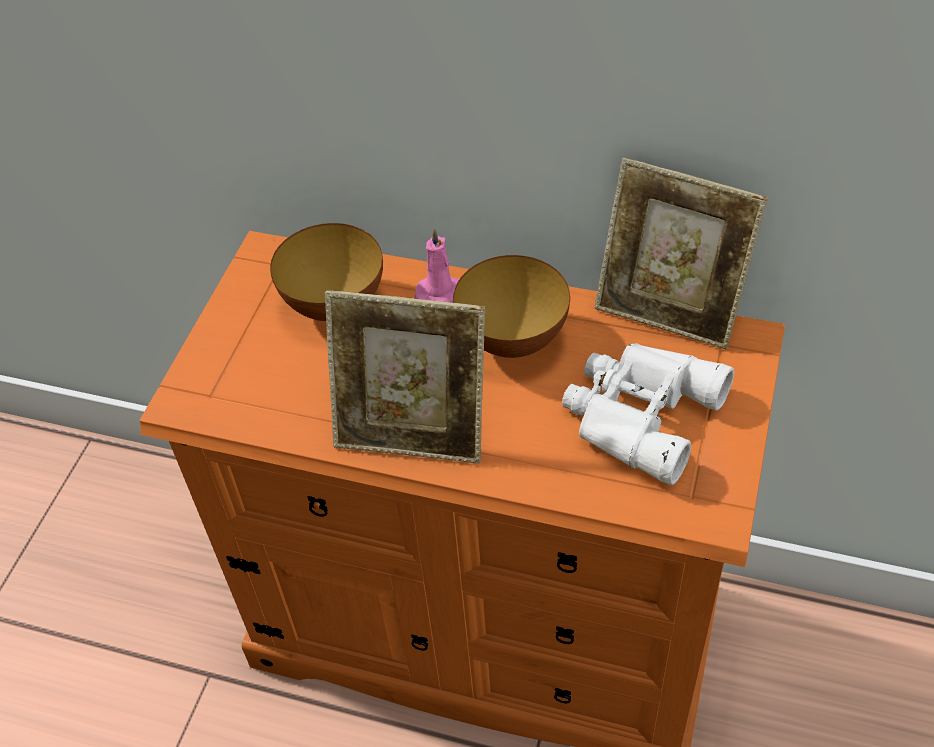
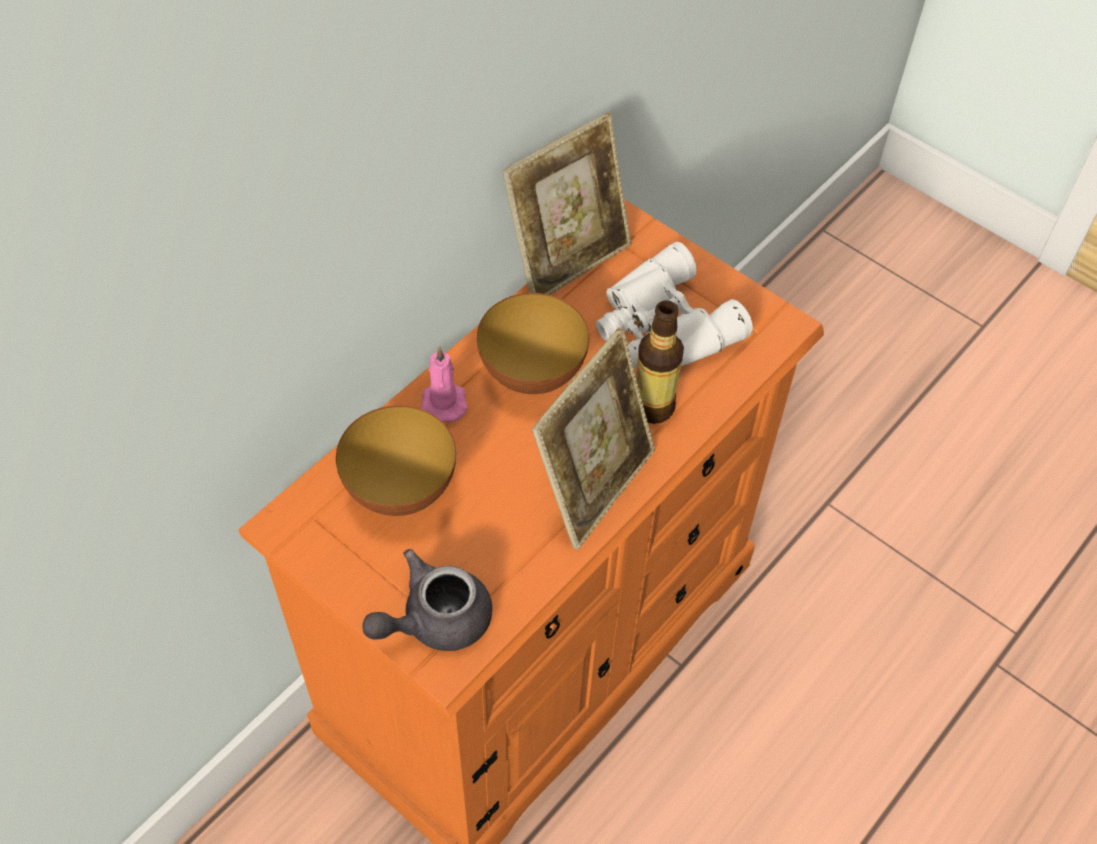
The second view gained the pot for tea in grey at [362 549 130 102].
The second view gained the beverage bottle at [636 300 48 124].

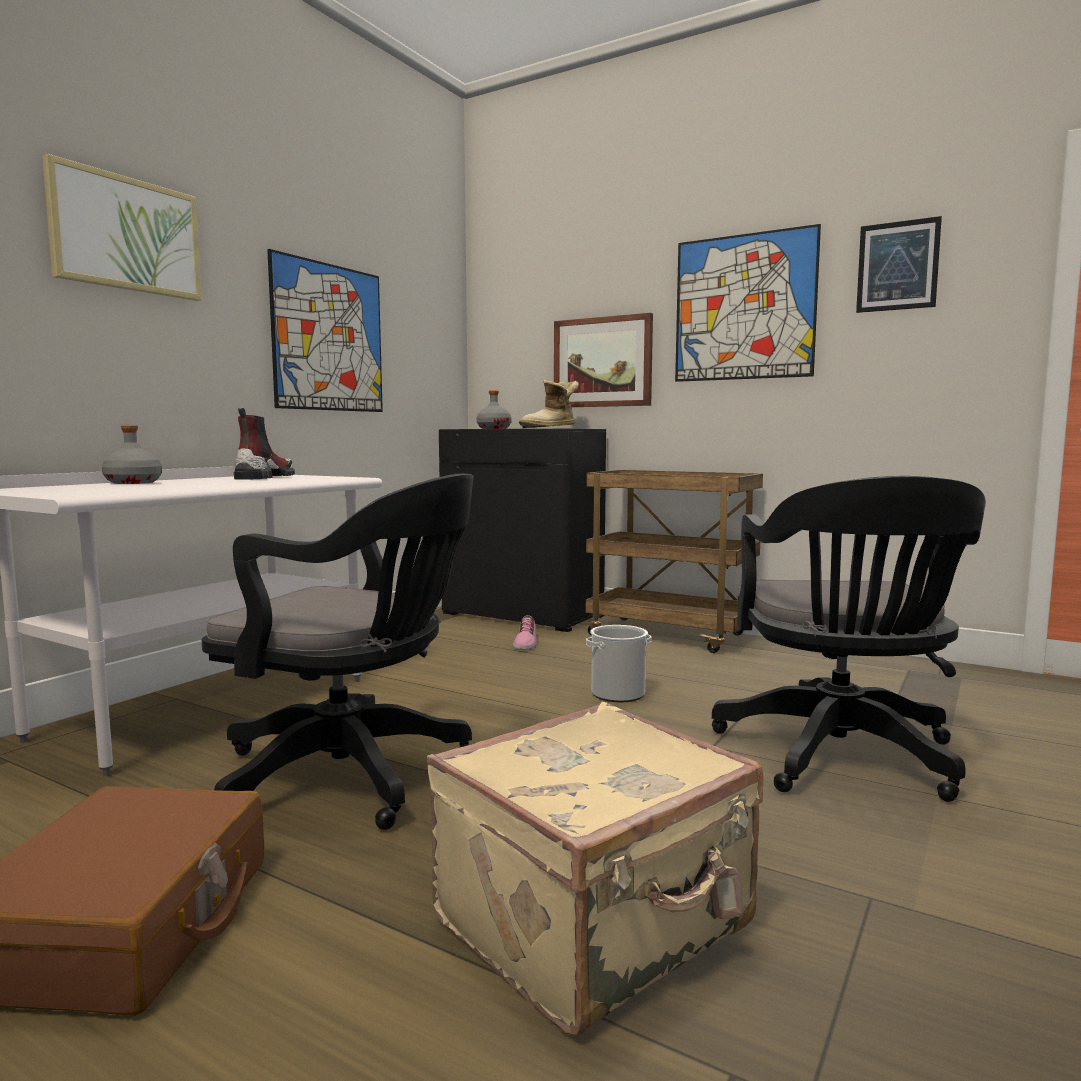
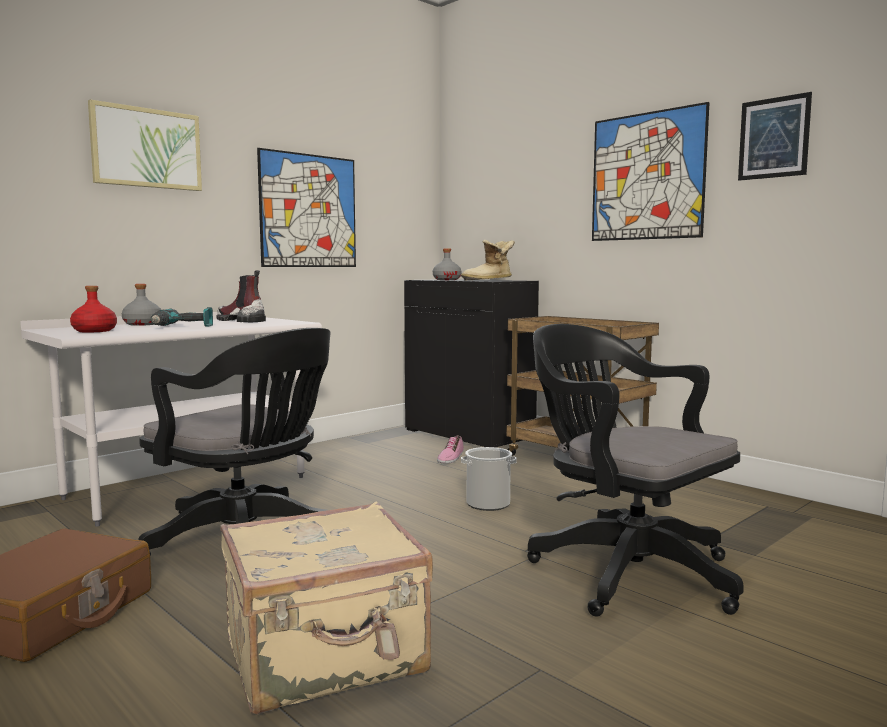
The second view gained the beverage bottle in red at [70 286 47 47].
The second view gained the electric drill at [150 307 63 19].
The boot at [234 408 61 72] ended up facing another way, 90 degrees counterclockwise from before.
The computer chair in black at [712 476 274 326] ended up facing another way, 120 degrees clockwise from before.
The second view lost the wall picture at [554 313 99 94].

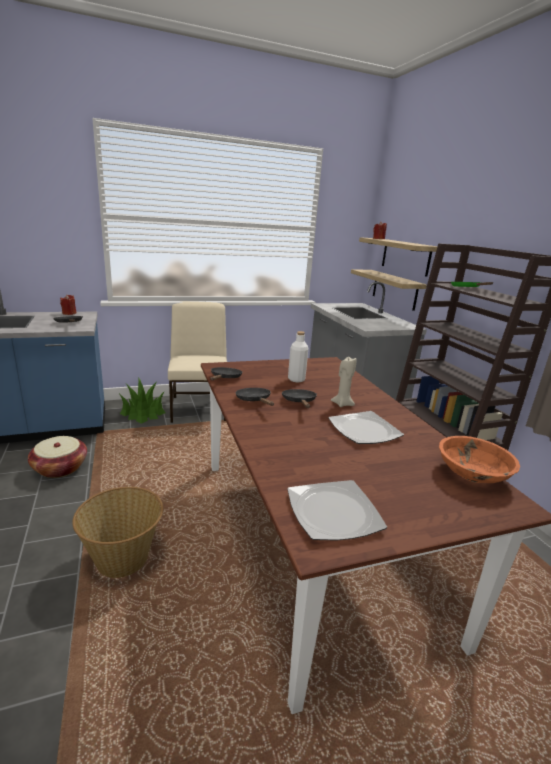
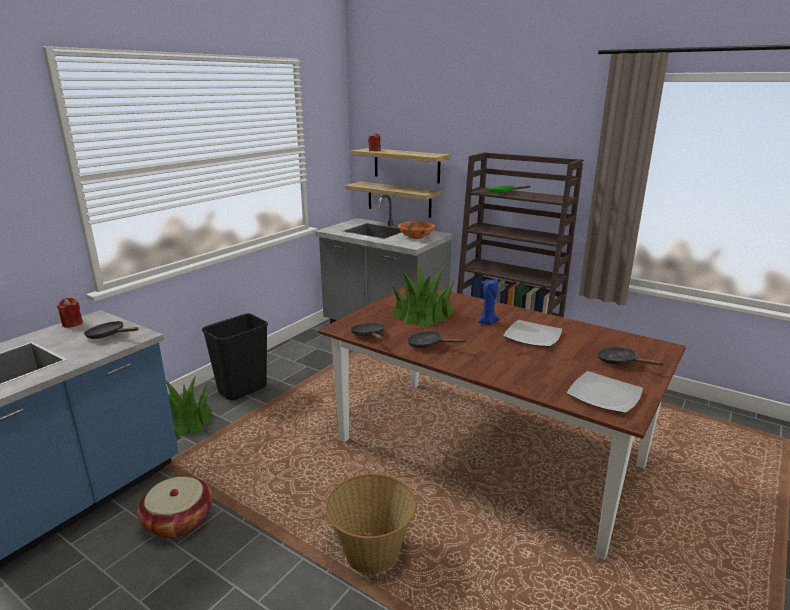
Where the upright chair in beige-coloured stood at [168 301 59 122], the rubbish bin in black came to stand at [202 314 66 87].
Where the beverage bottle in whitish stood at [288 331 20 51], the houseplant came to stand at [391 263 64 65].
The bowl in orange-coloured ended up elsewhere, having gone from [439 436 81 47] to [398 221 37 18].
What was the candle in beige-coloured at [331 357 26 50] turned into the candle in blue-coloured at [478 279 21 46].
The pan in black ended up elsewhere, having gone from [282 389 35 19] to [597 347 67 18].

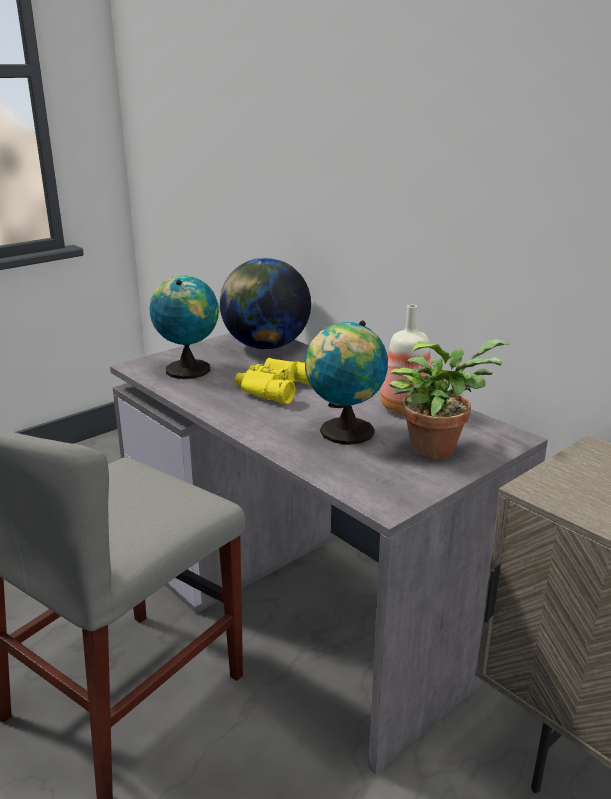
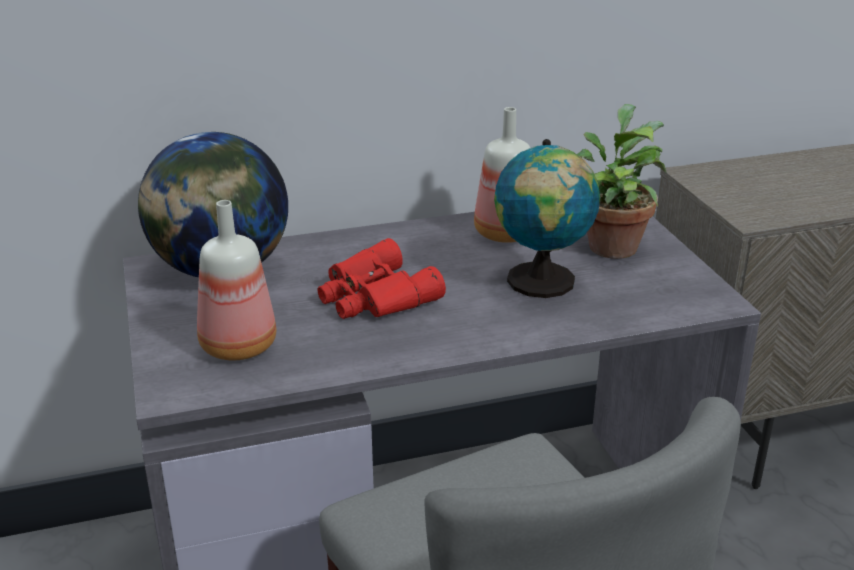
Where the globe stood at [149 276 70 103], the beverage bottle came to stand at [197 200 79 160].
What was the pair of binoculars in yellowish at [235 358 75 46] turned into the pair of binoculars in red at [317 238 129 81].

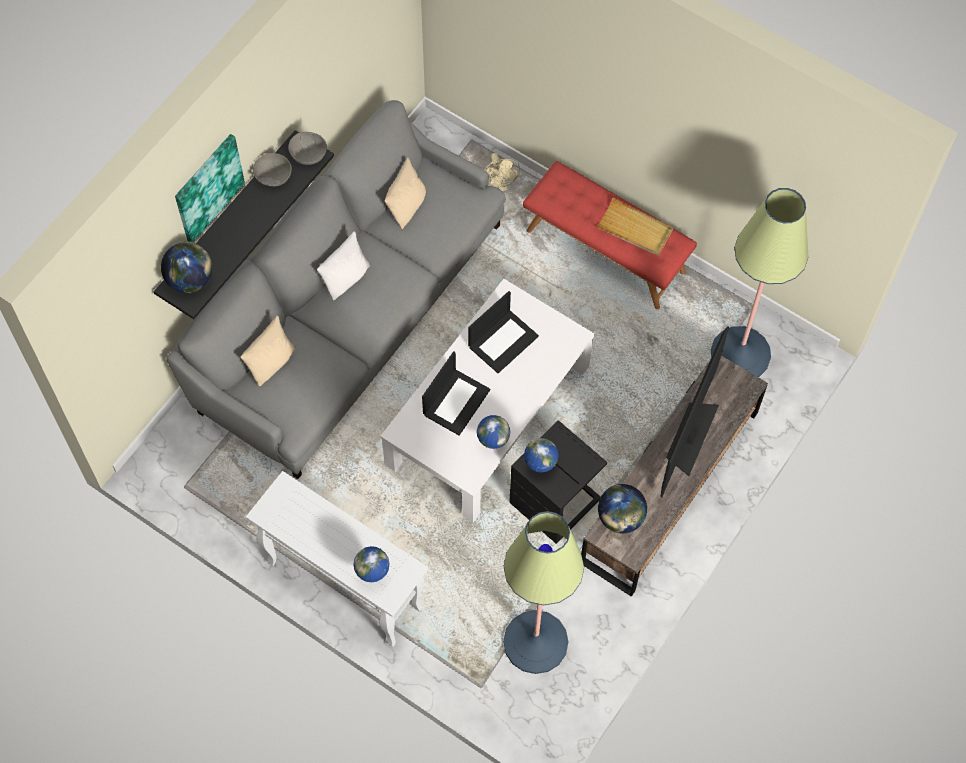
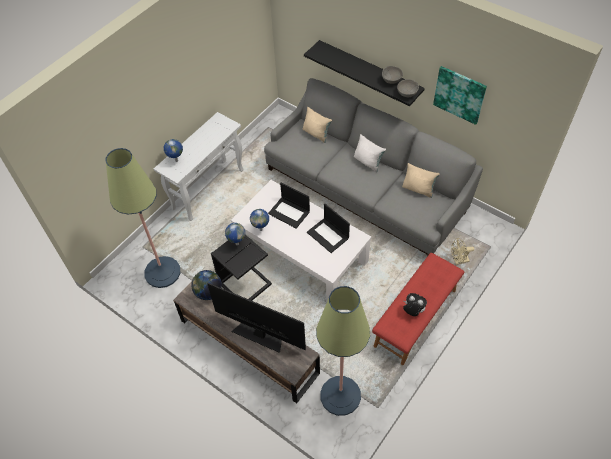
Where the tray in beige-coloured stood at [597 198 76 57], the cuddly toy came to stand at [403 293 24 23].
The wall picture ended up elsewhere, having gone from [175 134 70 108] to [433 66 54 59].
The second view lost the globe at [161 242 52 51].

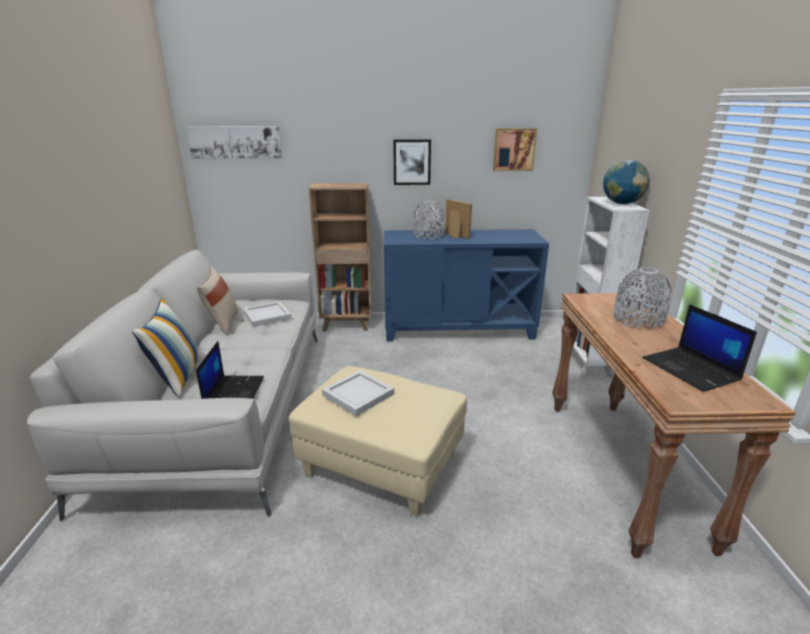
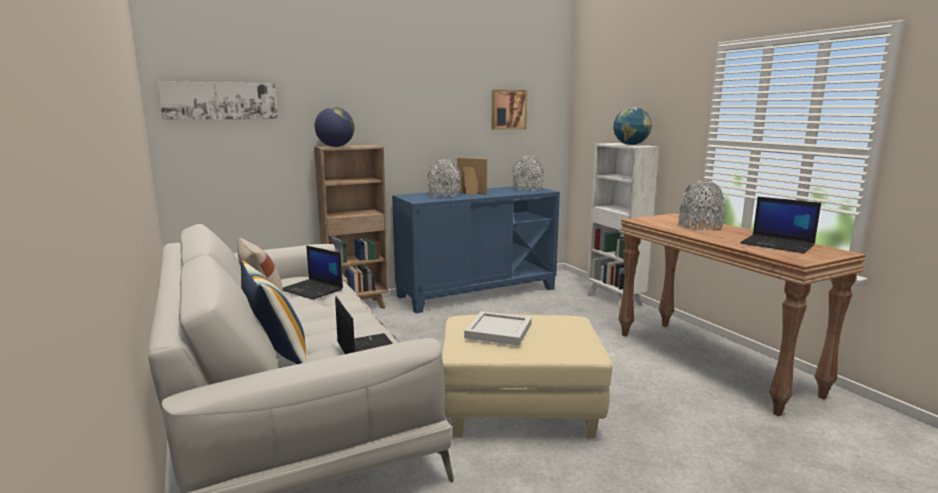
Where the tray in whitish stood at [243 301 49 26], the notebook computer came to stand at [283 246 60 54].
The second view gained the globe at [315 107 39 40].
The second view gained the decorative vase in grey at [513 156 31 35].
The second view lost the wall picture at [393 139 38 46].

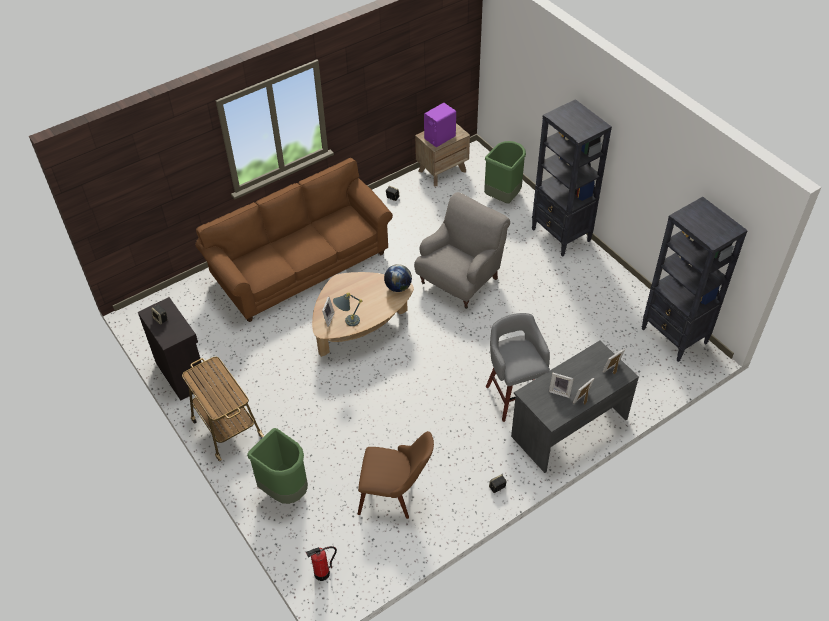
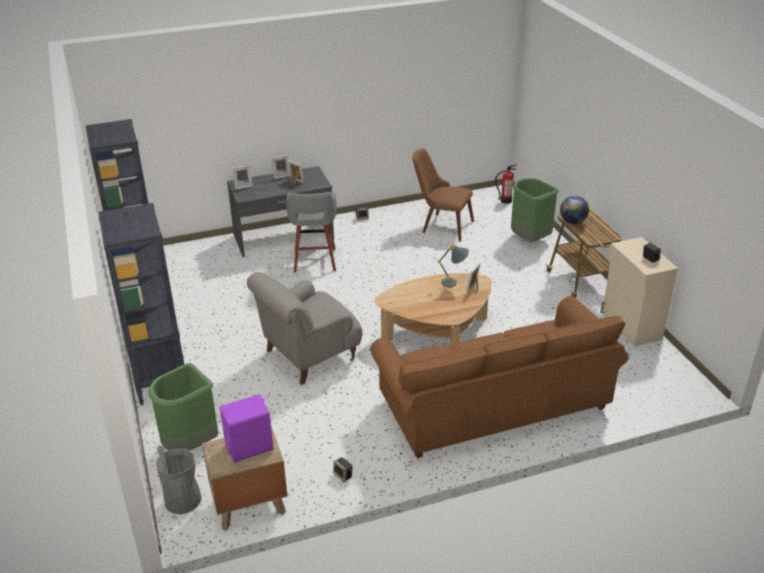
The second view gained the rubbish bin in grey at [156 446 46 68].
The globe ended up elsewhere, having gone from [384 264 28 28] to [560 196 29 28].
What was the cabinet in black at [138 297 70 103] turned into the cabinet in beige-coloured at [600 237 78 109].

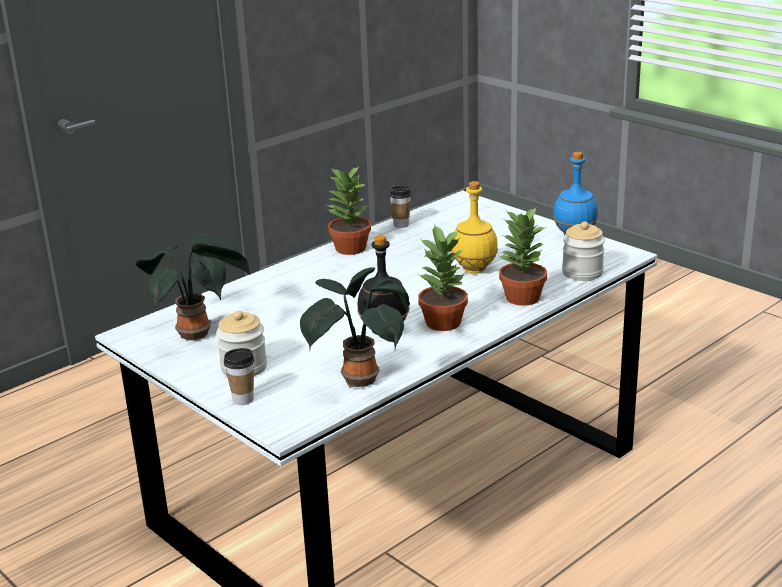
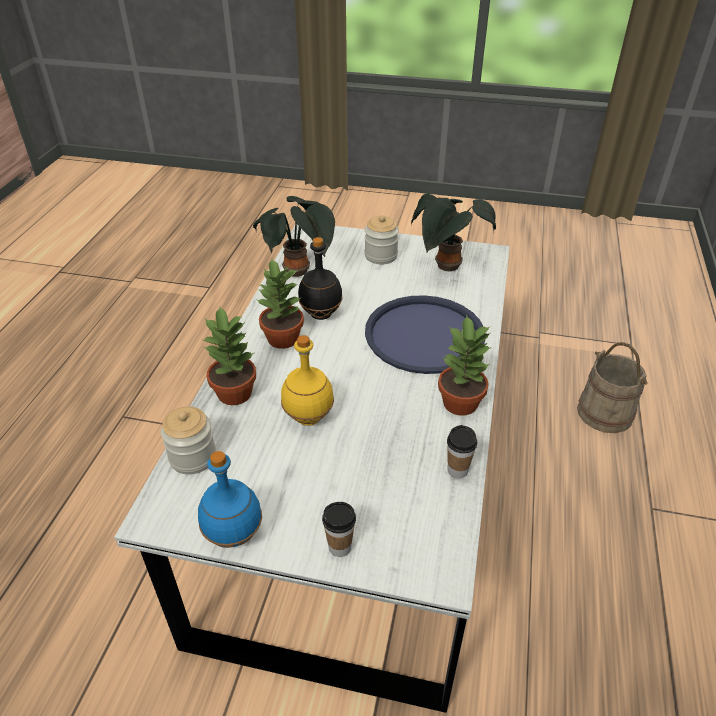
The cup ended up elsewhere, having gone from [224 348 30 57] to [322 502 34 55].
The second view gained the tray in blue-coloured at [365 295 120 79].
The second view gained the water bucket in beige-coloured at [577 342 71 91].

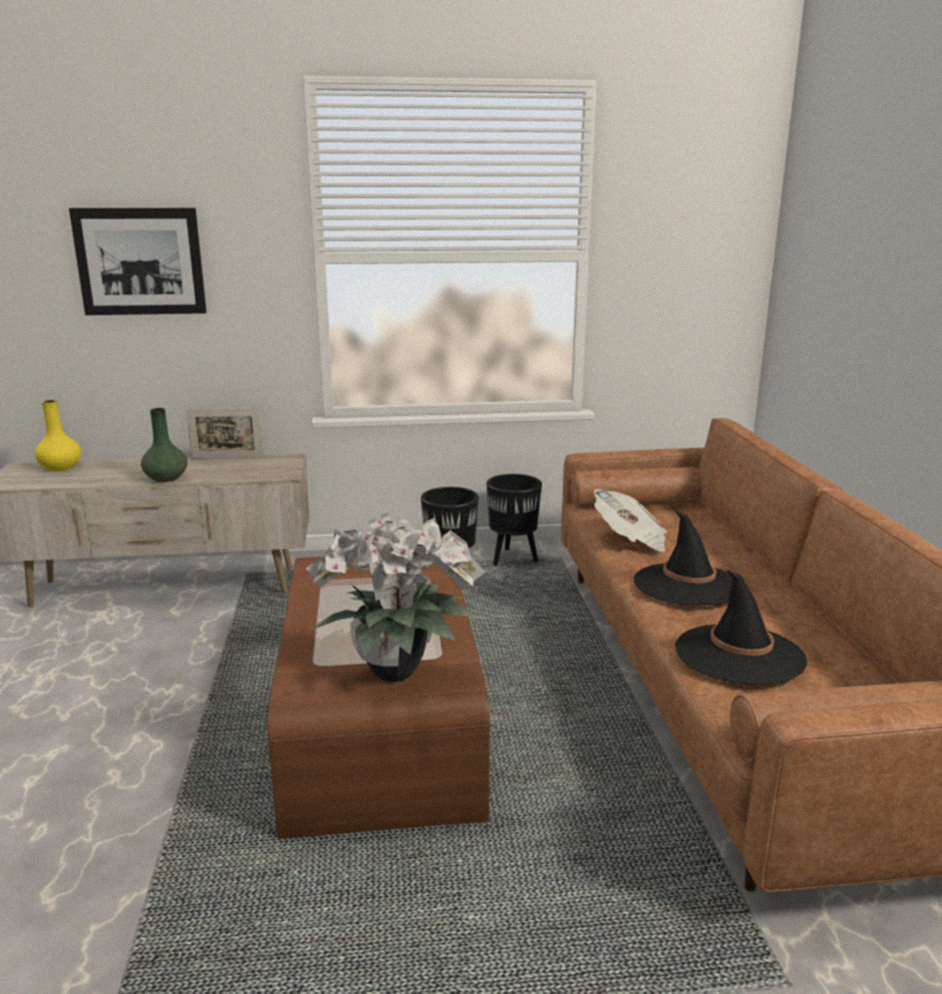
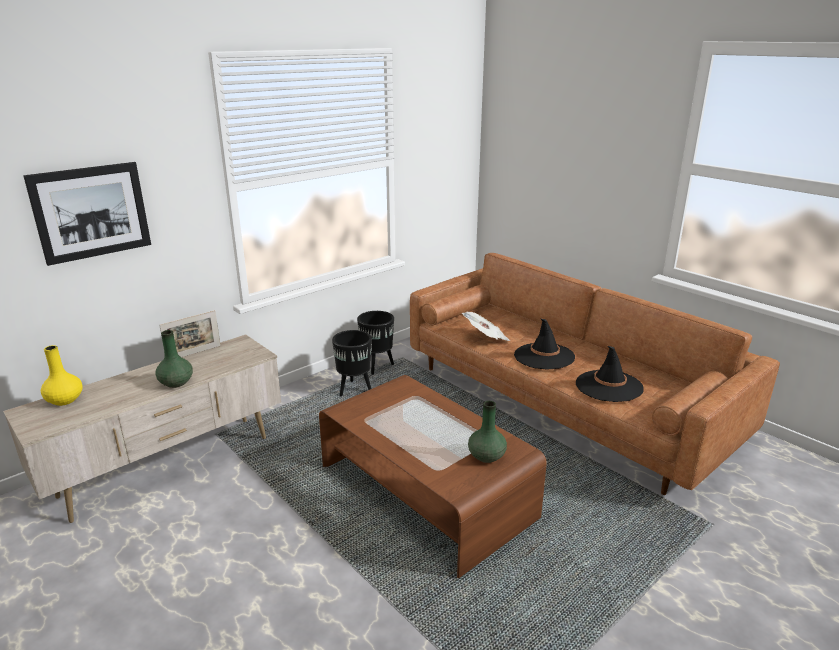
Where the houseplant stood at [305 513 180 169], the decorative vase in greenish came to stand at [468 401 39 62].

